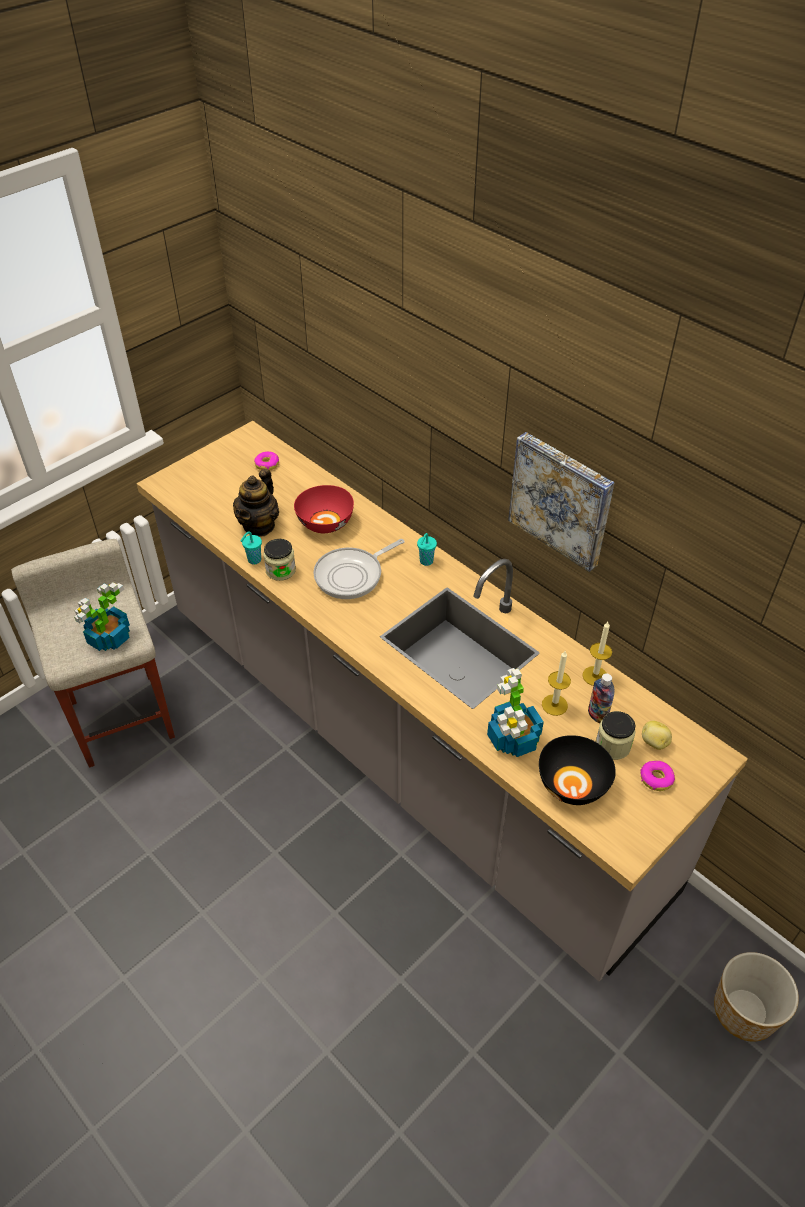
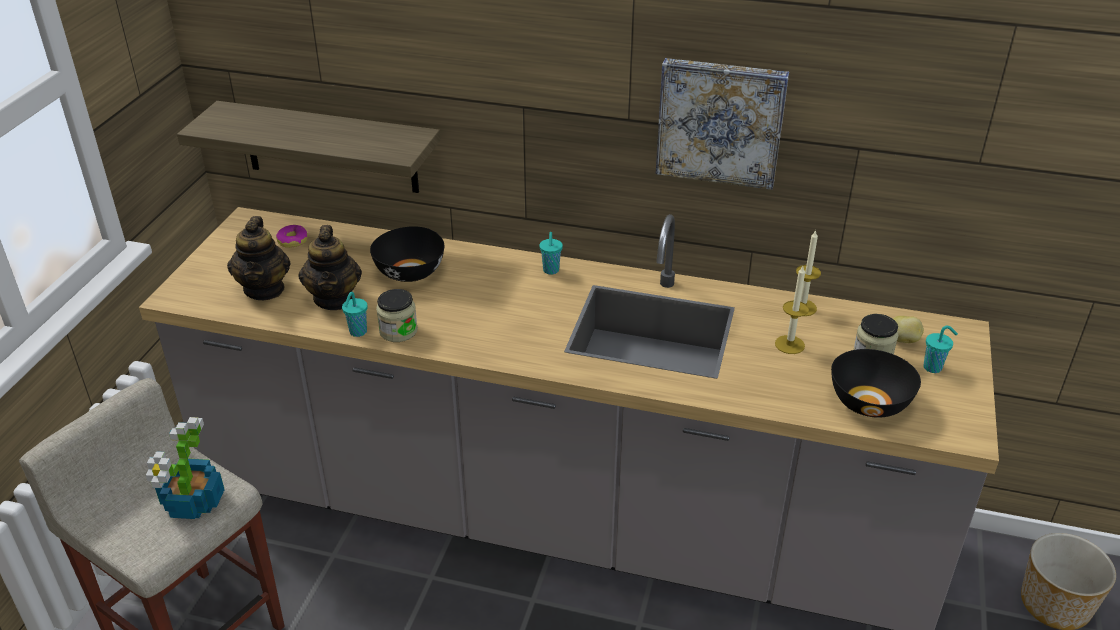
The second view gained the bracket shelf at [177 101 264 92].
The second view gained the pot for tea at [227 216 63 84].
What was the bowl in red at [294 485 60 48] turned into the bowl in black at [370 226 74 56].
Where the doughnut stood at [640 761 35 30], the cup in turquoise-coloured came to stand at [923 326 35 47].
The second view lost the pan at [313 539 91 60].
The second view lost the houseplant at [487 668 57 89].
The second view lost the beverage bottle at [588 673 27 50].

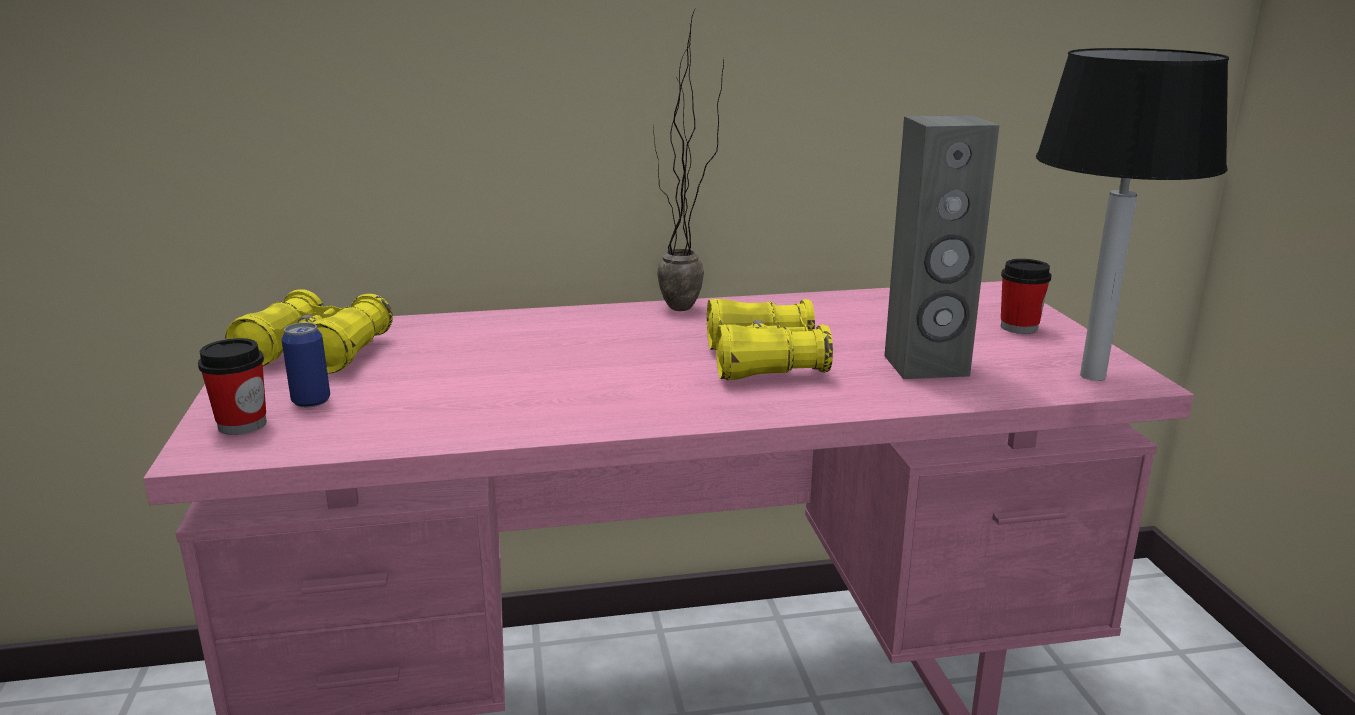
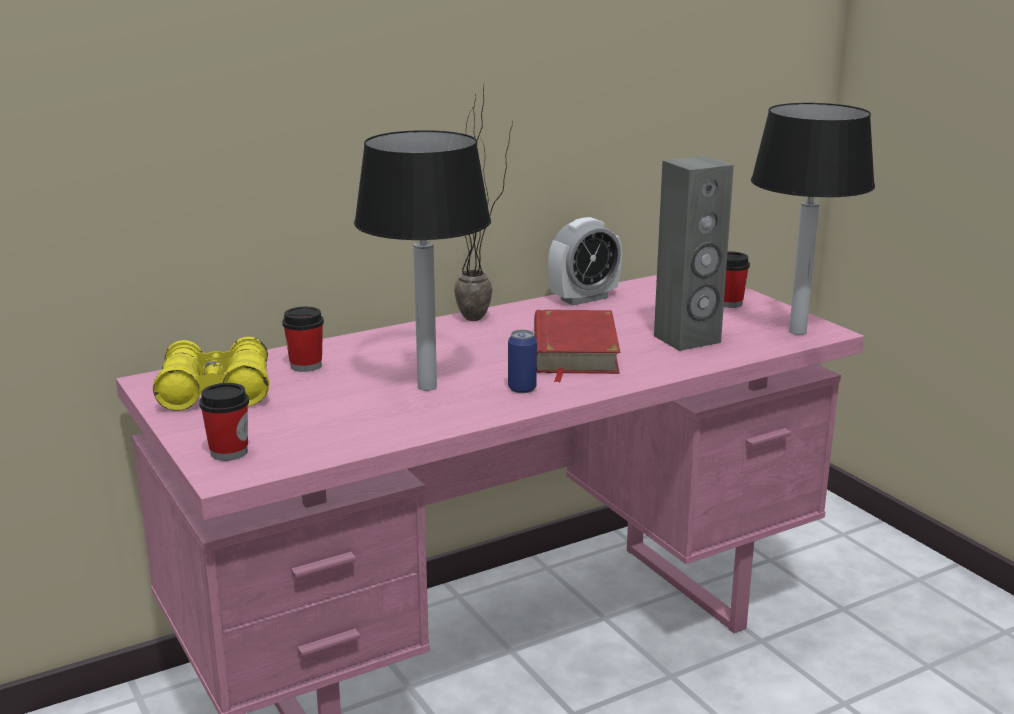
The second view gained the cup at [282 307 42 65].
The second view gained the lamp for a table at [354 130 137 261].
The sealed can ended up elsewhere, having gone from [281 322 49 85] to [508 329 29 64].
Where the pair of binoculars in yellowish stood at [707 299 126 81], the volume in red came to stand at [534 310 86 72].
The second view gained the table clock at [548 217 74 89].

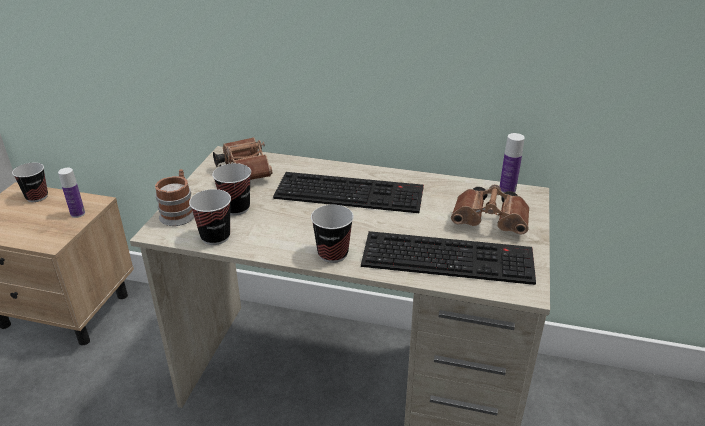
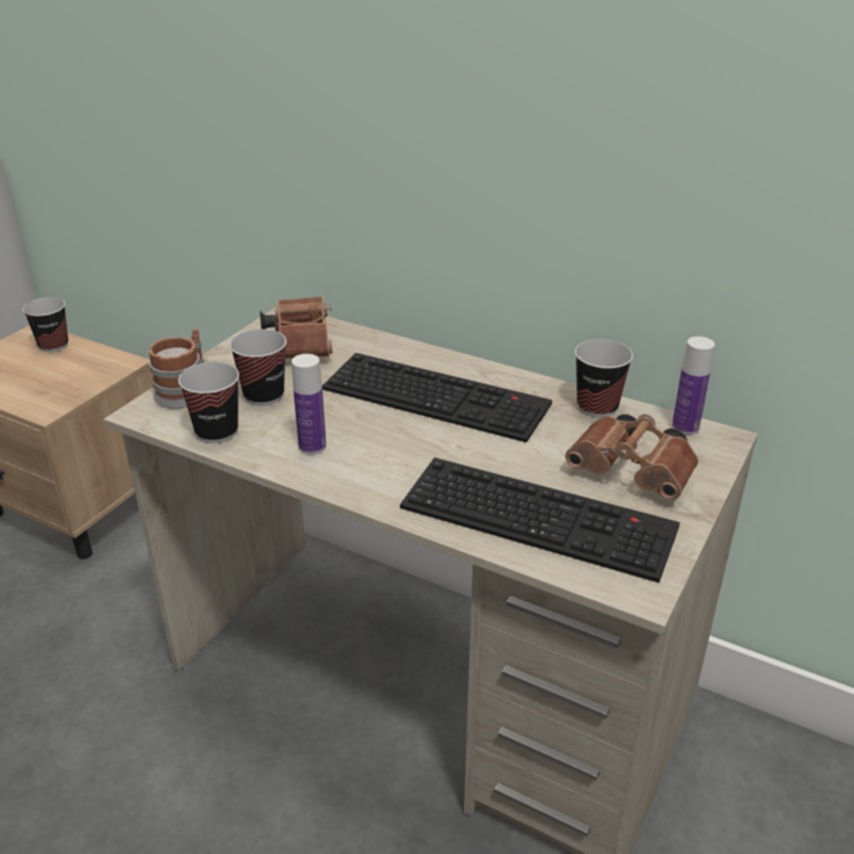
The beverage bottle ended up elsewhere, having gone from [58 168 27 50] to [292 354 34 101].
The cup ended up elsewhere, having gone from [311 205 43 58] to [575 339 58 78].

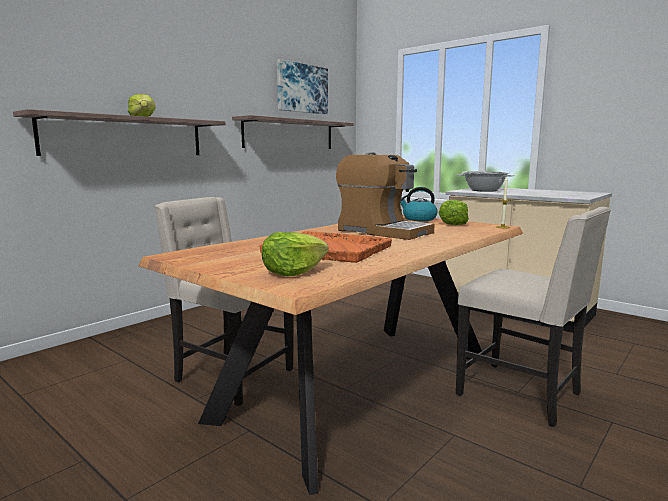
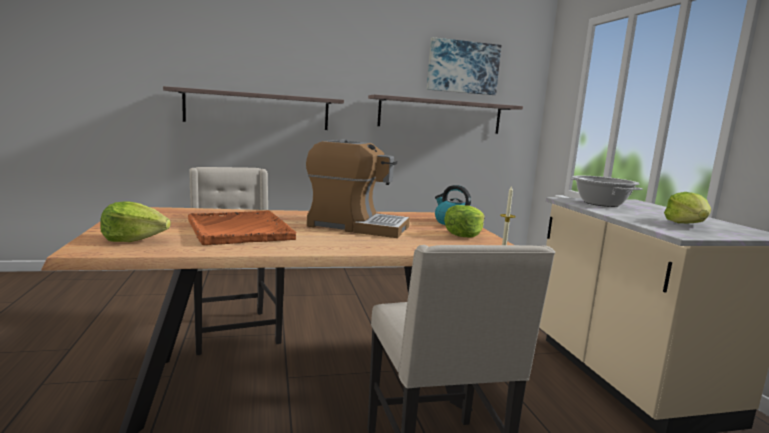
The coffee machine at [336 152 99 88] ended up facing another way, 60 degrees counterclockwise from before.
The lettuce head ended up elsewhere, having gone from [128 94 28 23] to [664 192 47 31].

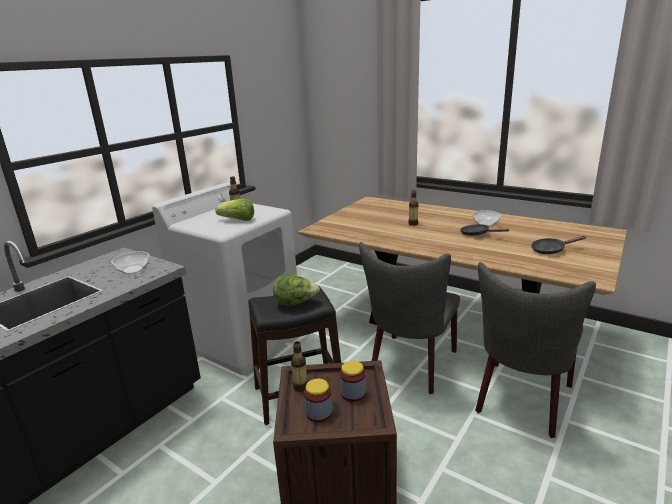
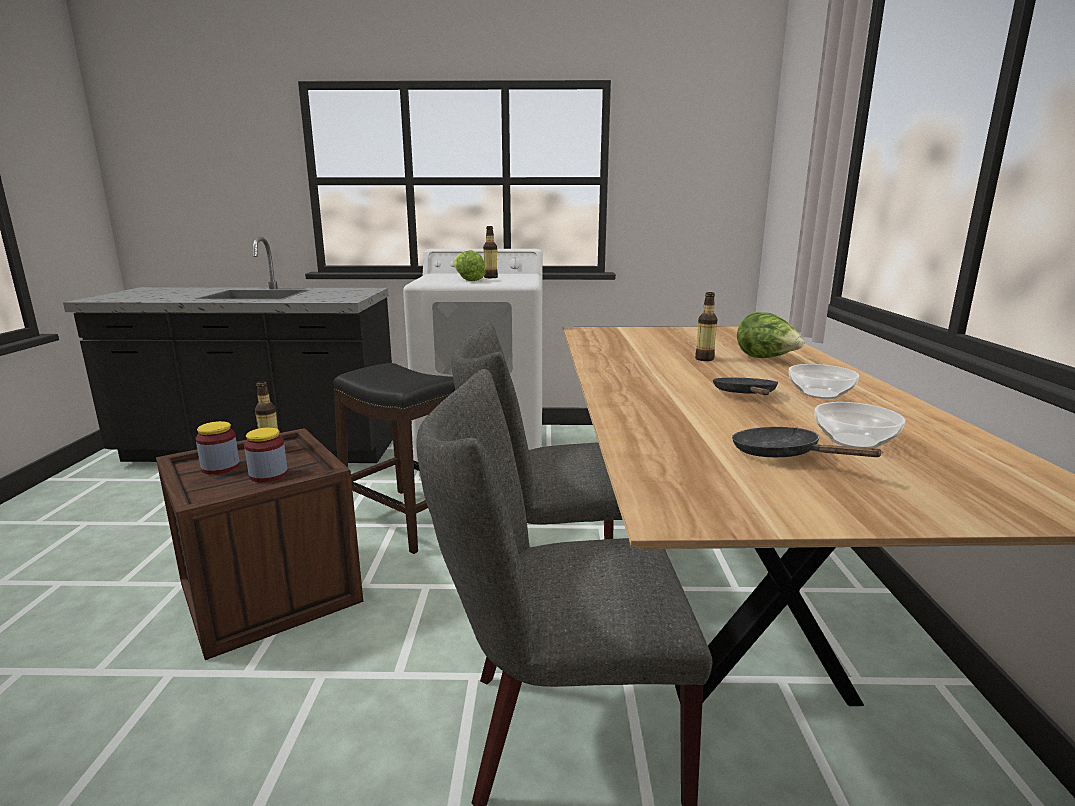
The lettuce head ended up elsewhere, having gone from [273 275 47 31] to [737 312 67 46].
The bowl ended up elsewhere, having gone from [111 251 39 23] to [814 402 92 46].

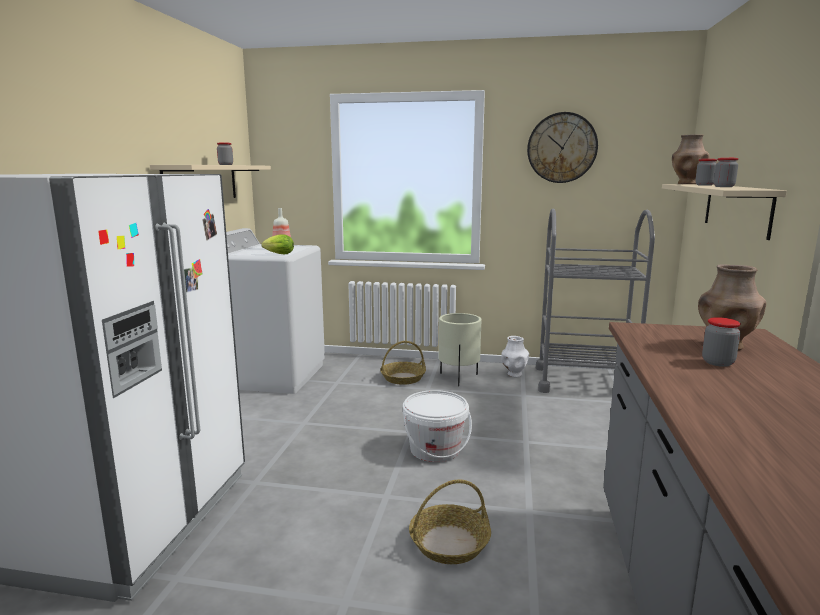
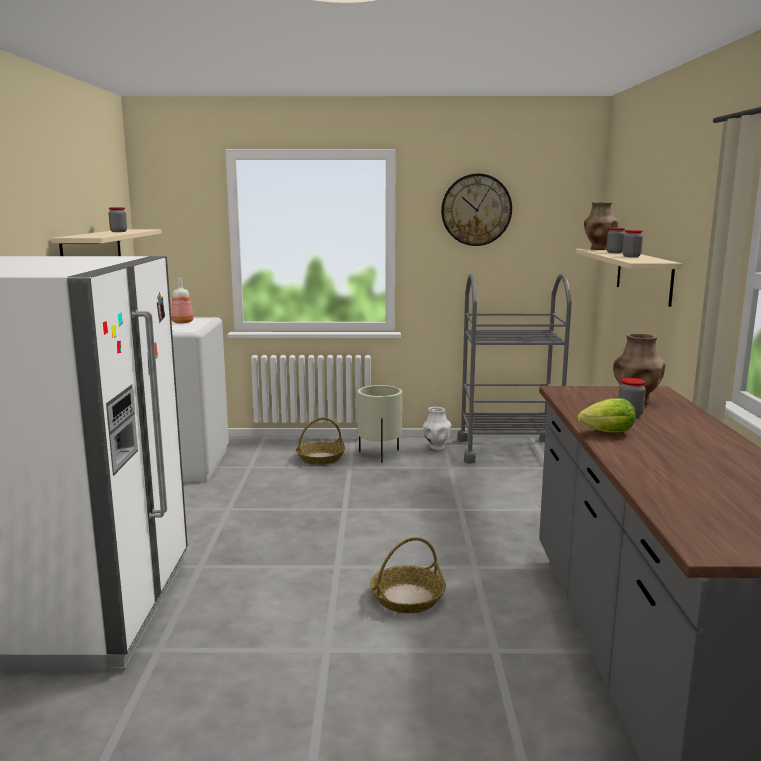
The lettuce head ended up elsewhere, having gone from [262 234 32 20] to [577 398 58 35].
The second view lost the water bucket in whitish at [403 390 69 72].

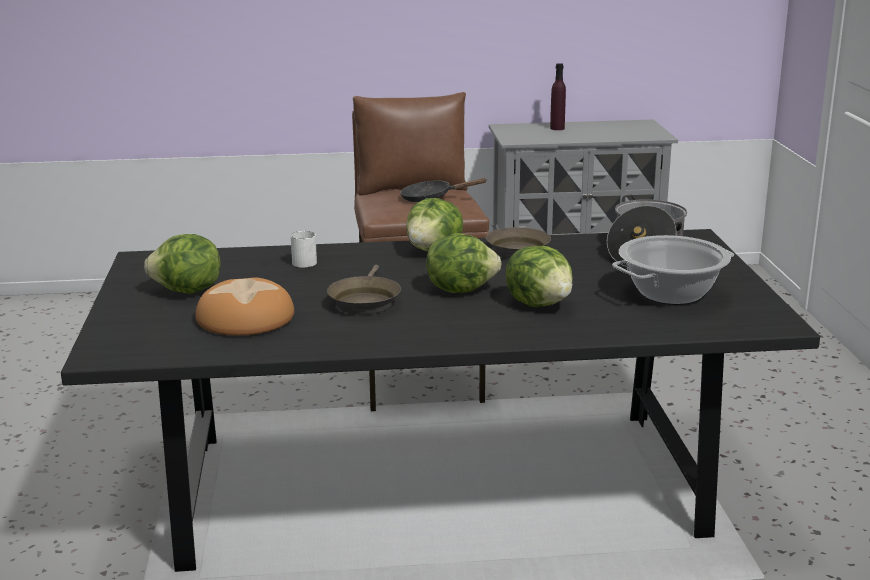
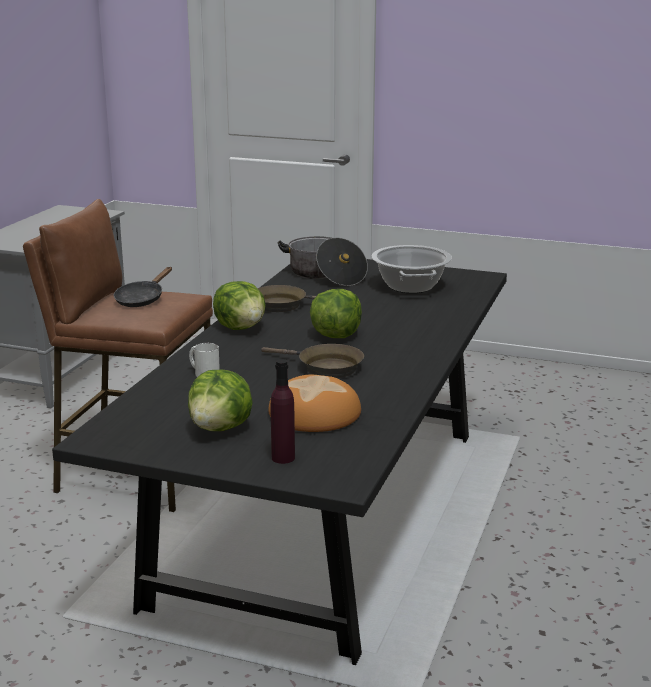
The beverage bottle in purple ended up elsewhere, having gone from [550 63 16 67] to [271 359 24 105].
The second view lost the lettuce head at [506 246 67 61].

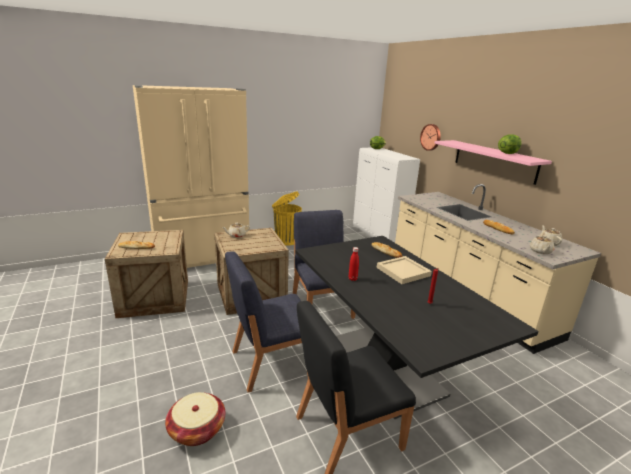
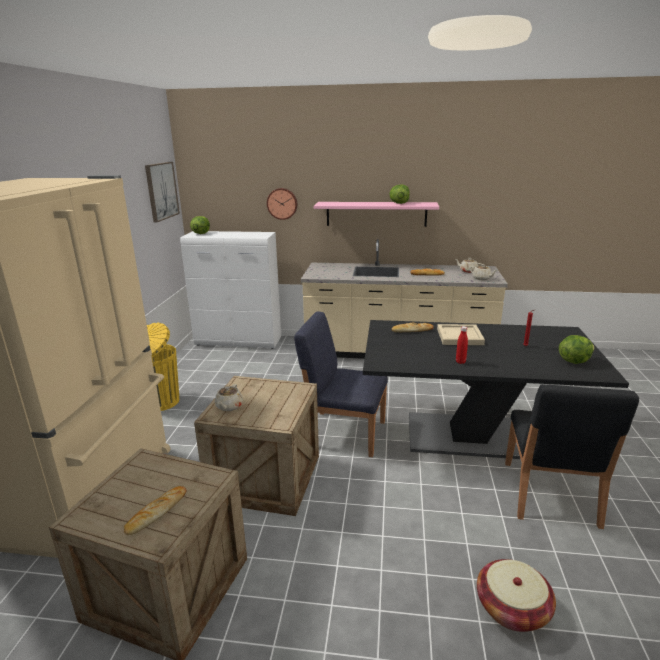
The second view gained the wall picture at [145 162 35 60].
The second view gained the lettuce head at [559 335 35 29].
The second view lost the upright chair in blue-coloured at [225 251 77 141].

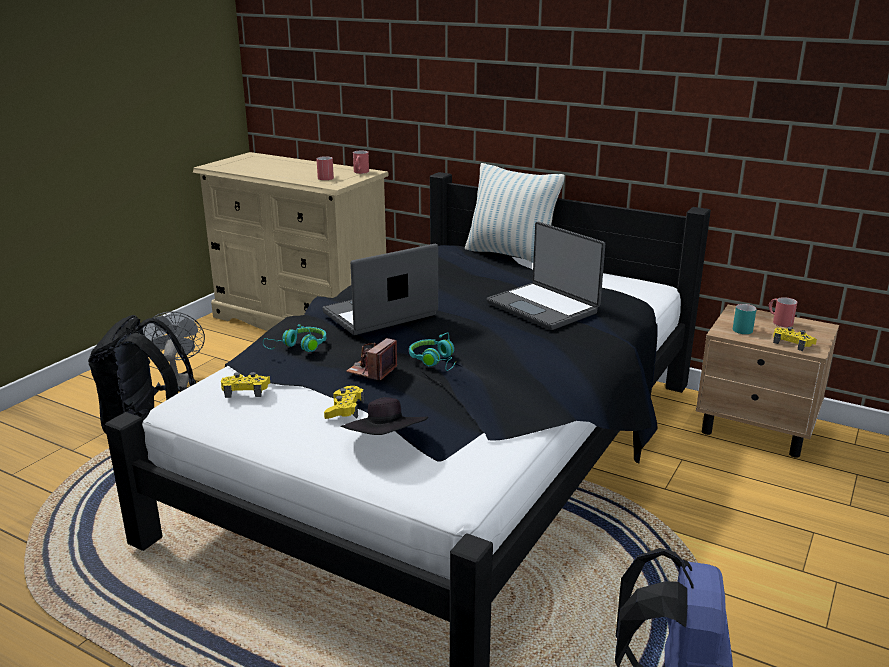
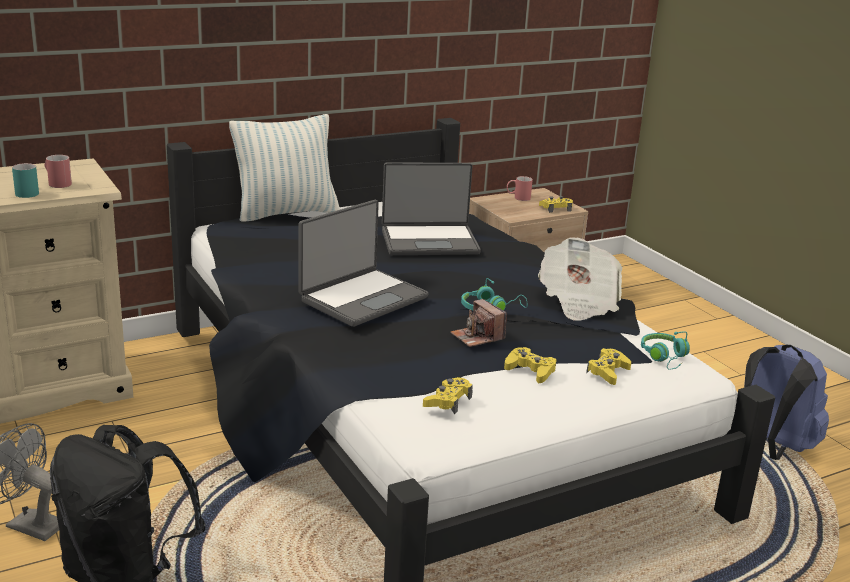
The mug in turquoise-coloured ended up elsewhere, having gone from [733 304 24 30] to [12 163 27 35].
The notebook computer at [323 244 115 91] ended up facing another way, 135 degrees counterclockwise from before.
The second view gained the newspaper at [538 237 84 84].
Where the clothing hat in black stood at [341 397 87 38], the gamepad in yellowish came to stand at [586 348 45 37].
The headphones in turquoise-coloured ended up elsewhere, having gone from [263 324 63 28] to [641 331 49 39].
The second view lost the mug in red at [353 151 16 23].

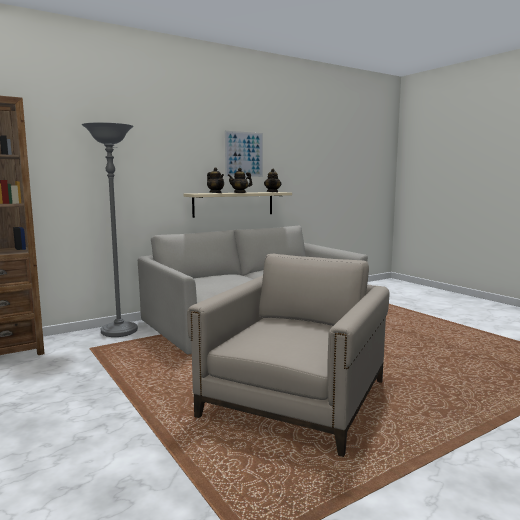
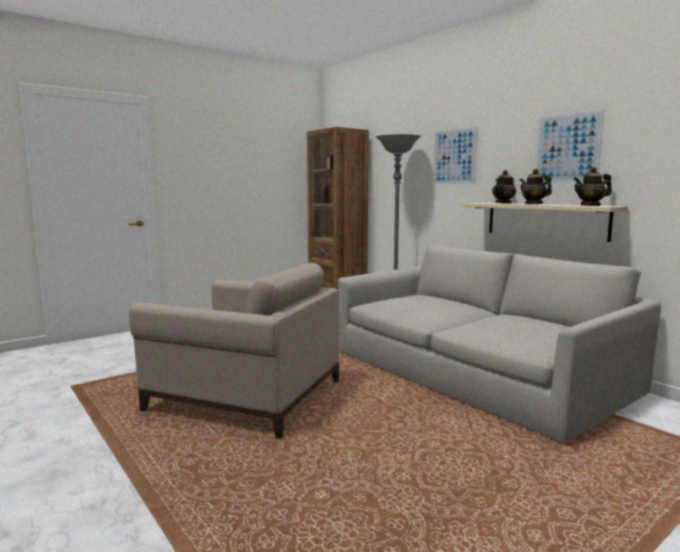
The second view gained the wall picture at [433 127 45 57].

